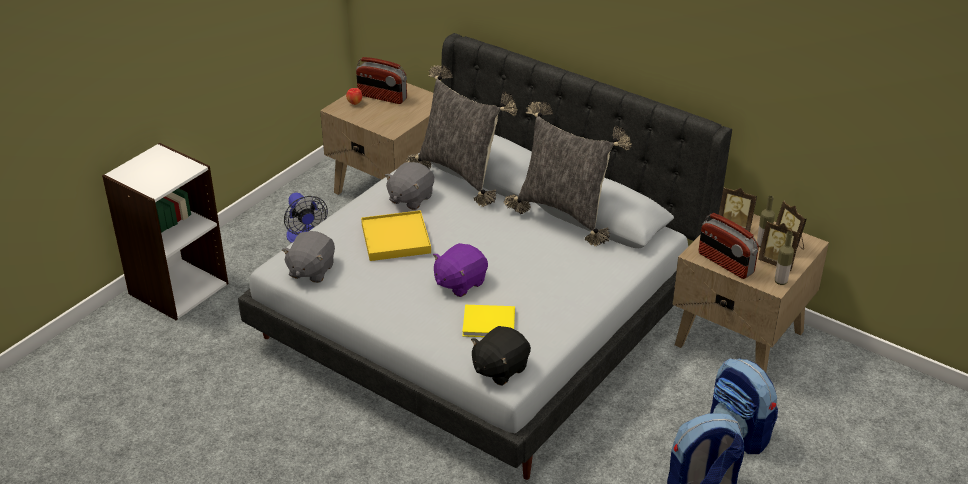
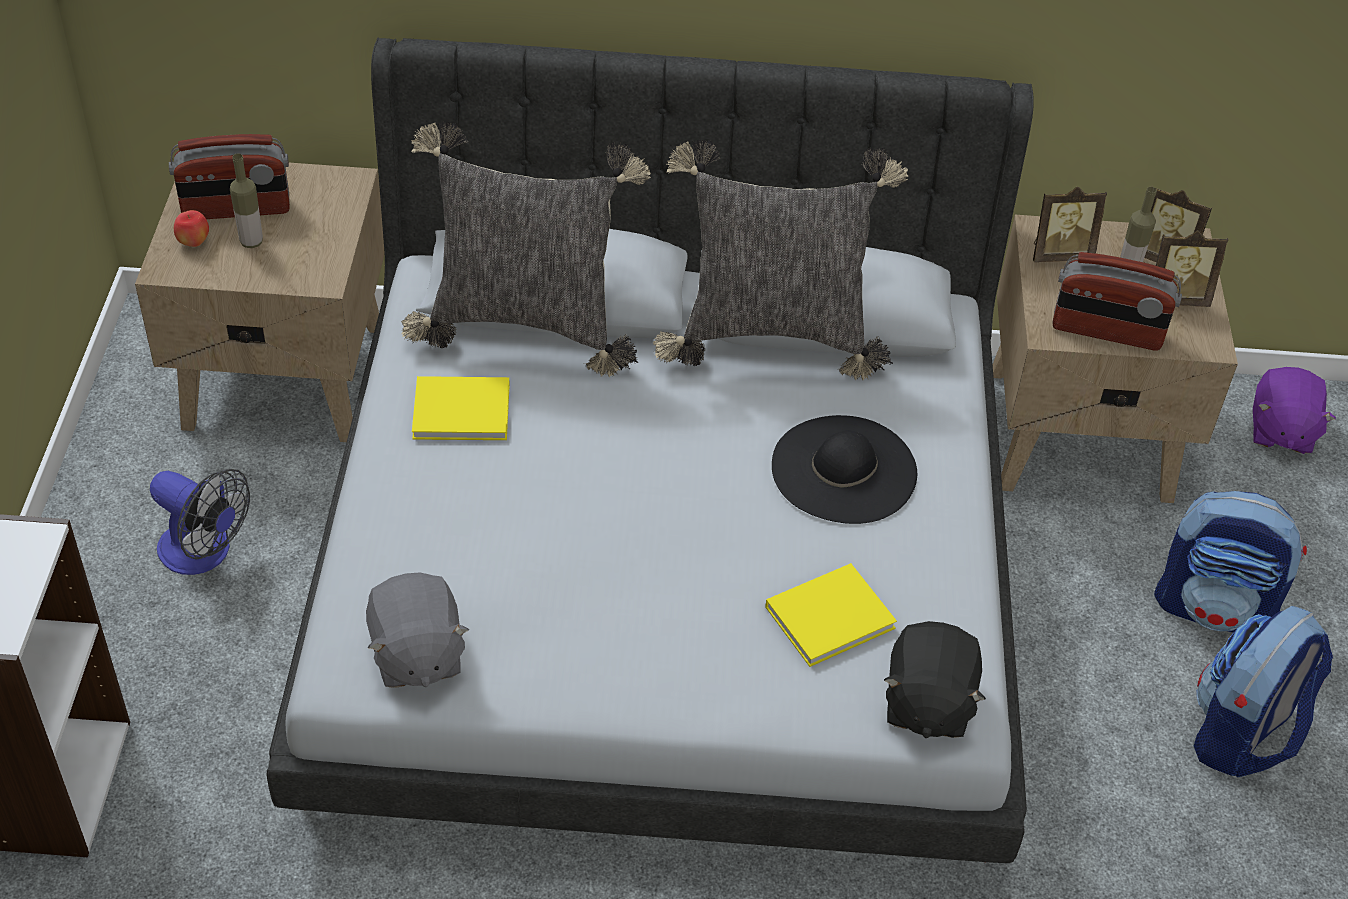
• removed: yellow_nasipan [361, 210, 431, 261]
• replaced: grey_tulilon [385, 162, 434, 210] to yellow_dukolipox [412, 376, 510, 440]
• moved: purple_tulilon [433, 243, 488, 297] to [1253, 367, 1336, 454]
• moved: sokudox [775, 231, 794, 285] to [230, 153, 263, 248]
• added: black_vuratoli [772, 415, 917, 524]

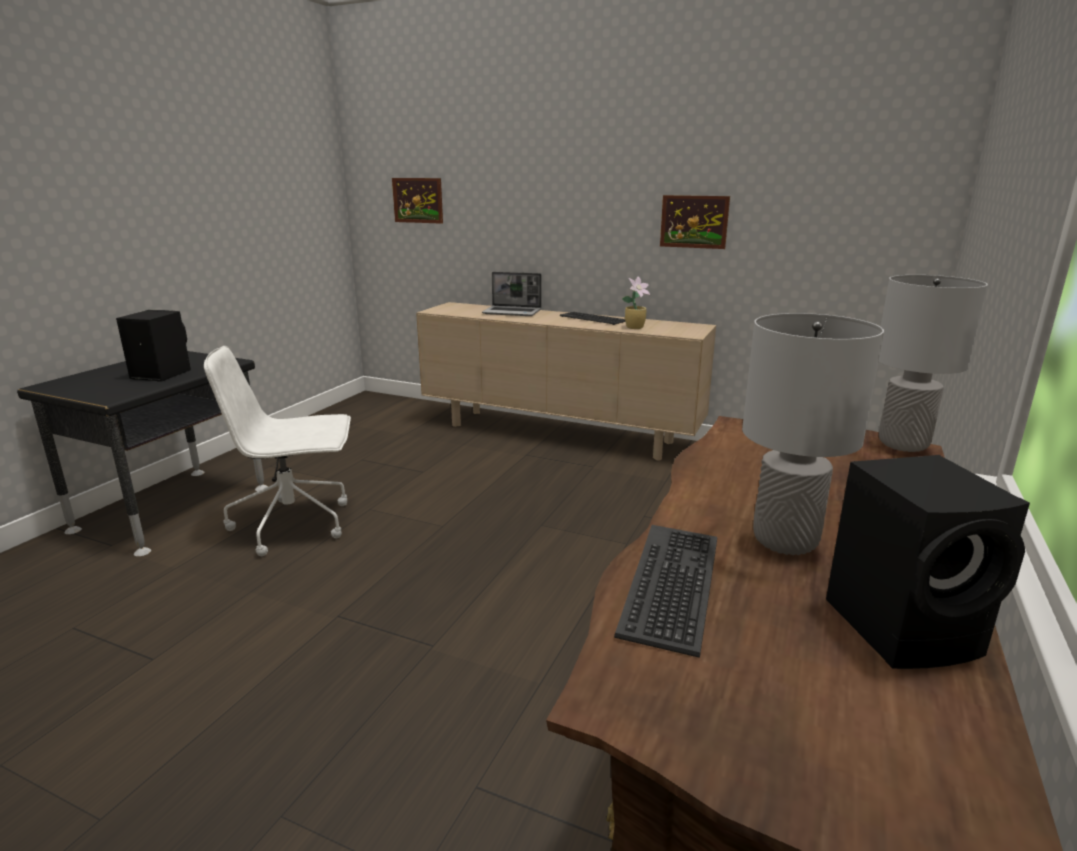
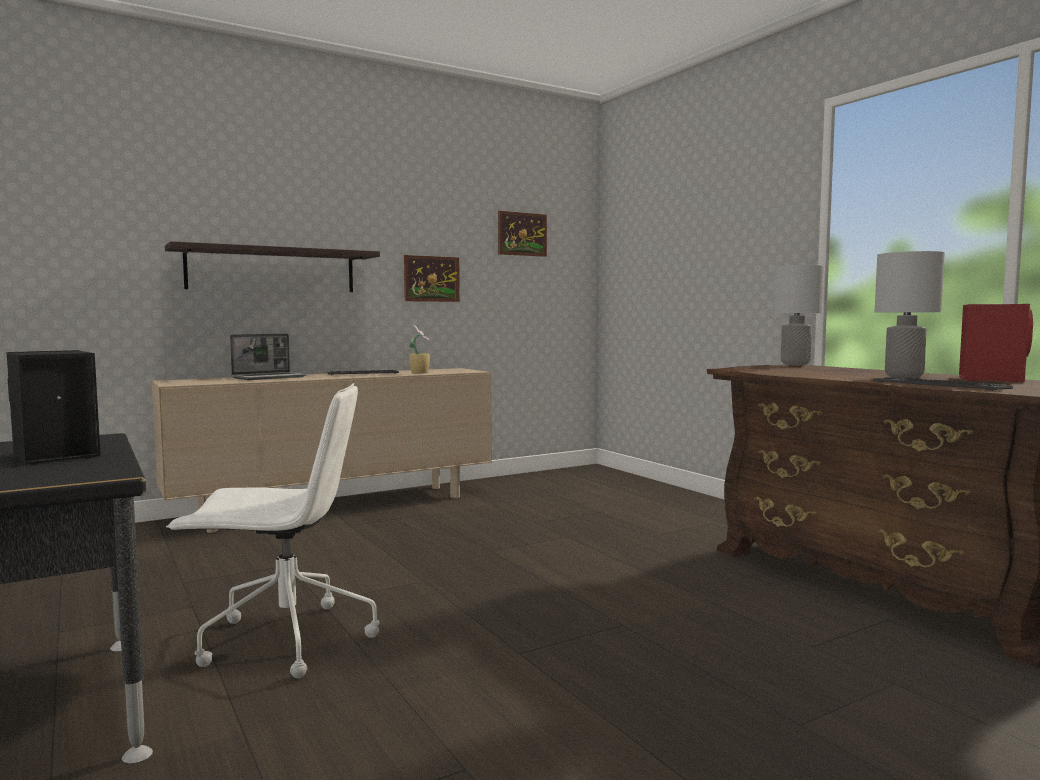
• turned: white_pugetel [204, 346, 351, 556] = [166, 383, 380, 678] 120 degrees counterclockwise
• moved: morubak [392, 178, 443, 224] to [498, 211, 547, 257]
• recoloured: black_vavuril [826, 455, 1030, 669] to red_vavuril [959, 304, 1033, 382]
• added: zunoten [165, 241, 380, 292]

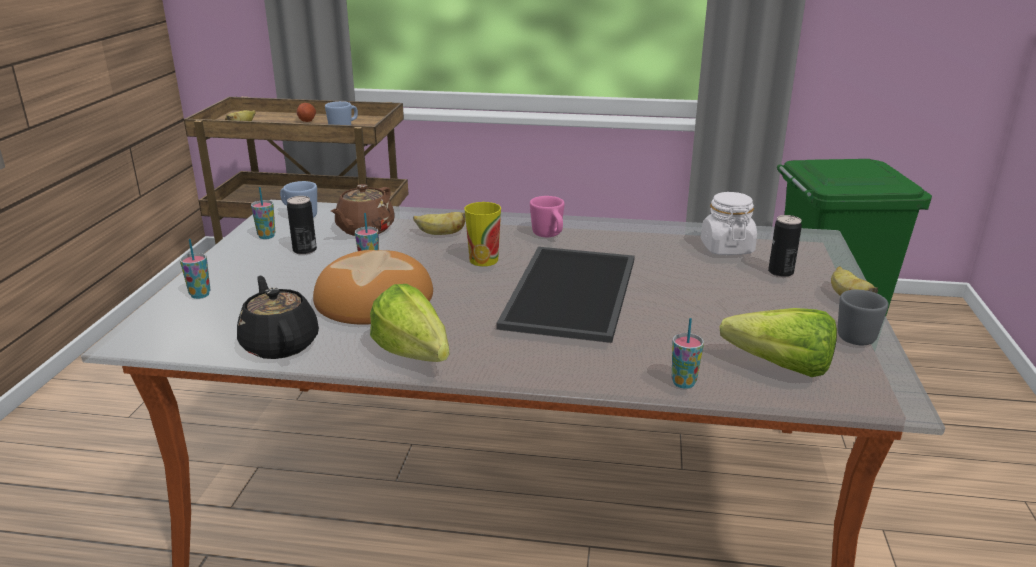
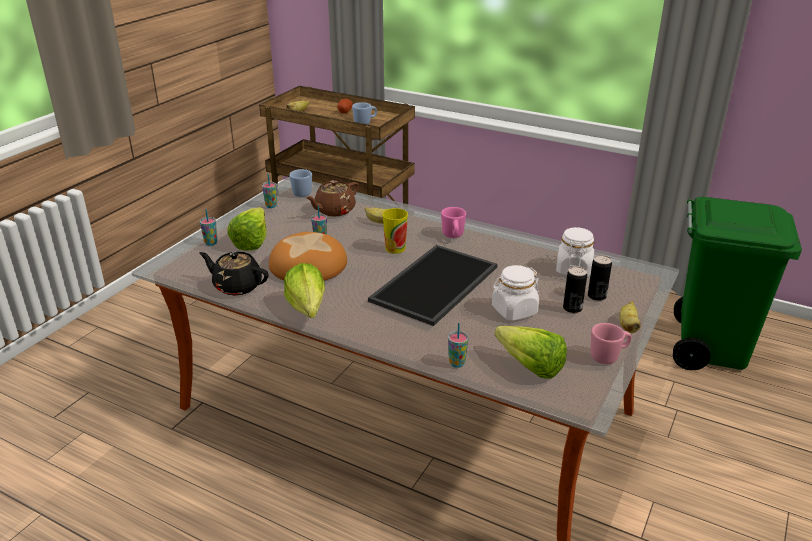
• turned: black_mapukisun [237, 275, 319, 359] = [199, 252, 269, 295] 60 degrees counterclockwise
• moved: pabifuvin [287, 196, 317, 255] to [563, 266, 587, 313]
• recoloured: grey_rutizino [837, 290, 889, 345] to pink_rutizino [591, 323, 632, 364]
• added: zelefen [227, 207, 267, 251]
• added: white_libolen [492, 265, 539, 321]

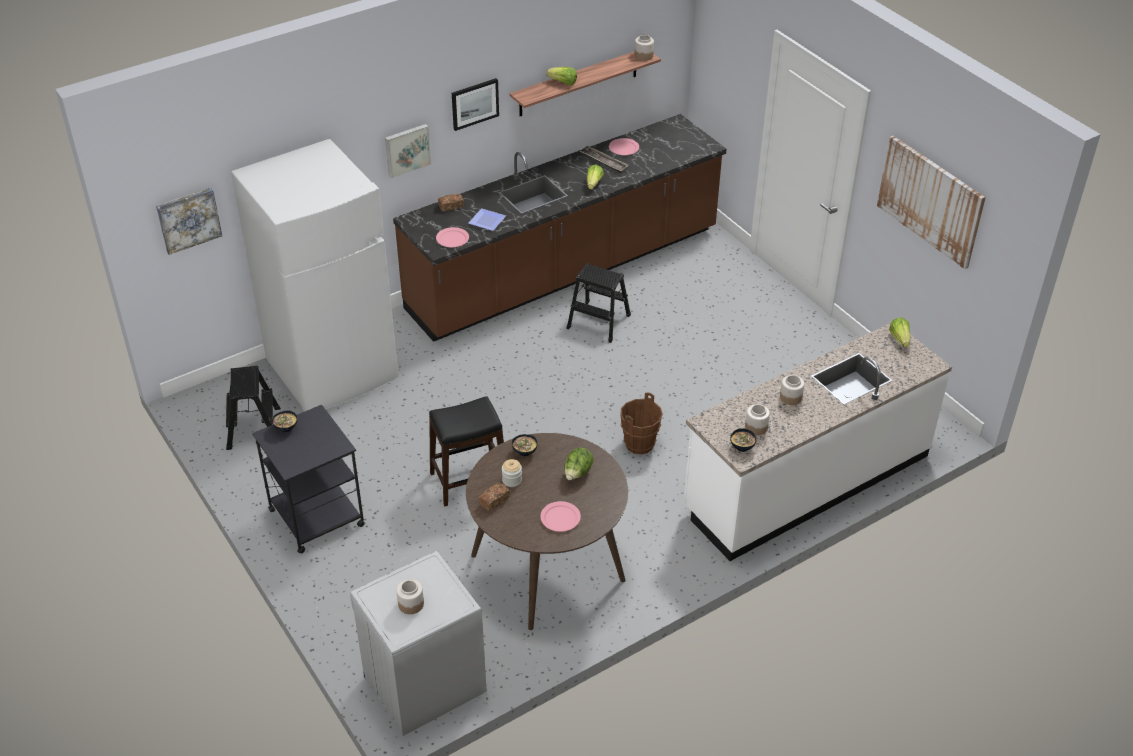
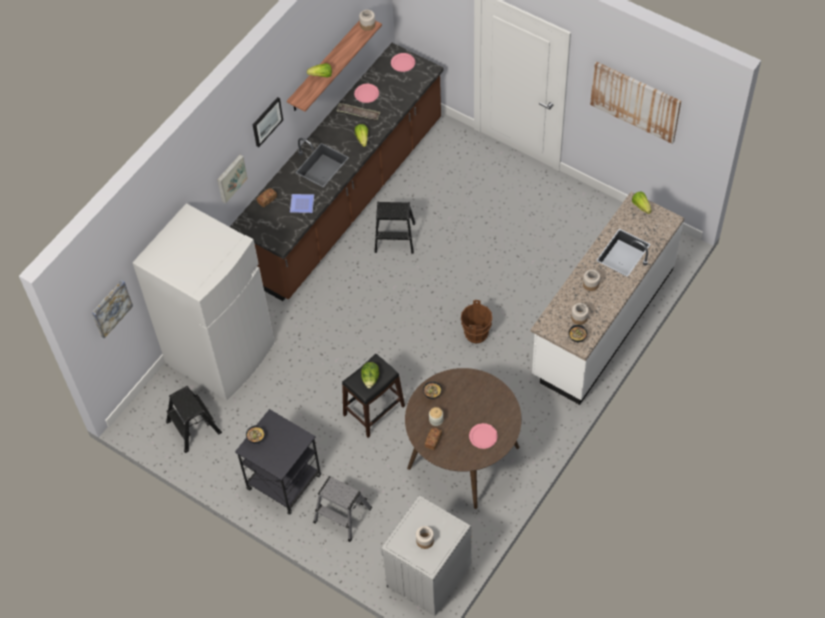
• moved: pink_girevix [436, 227, 469, 247] to [391, 53, 415, 72]
• moved: zelefen [564, 448, 594, 480] to [361, 362, 379, 389]
• added: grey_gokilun [313, 476, 372, 542]

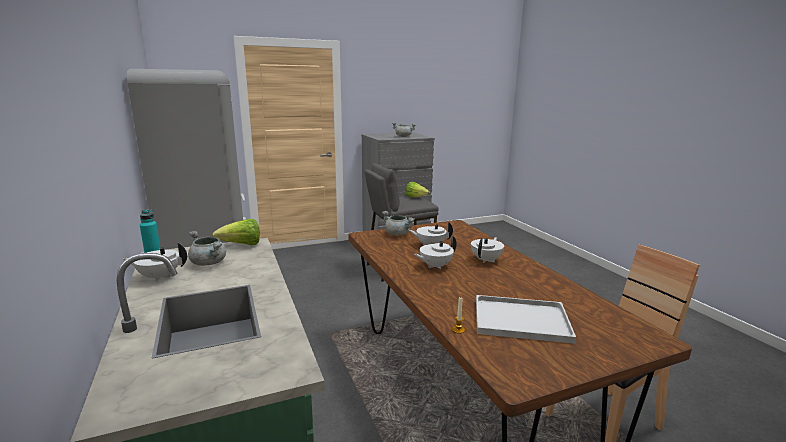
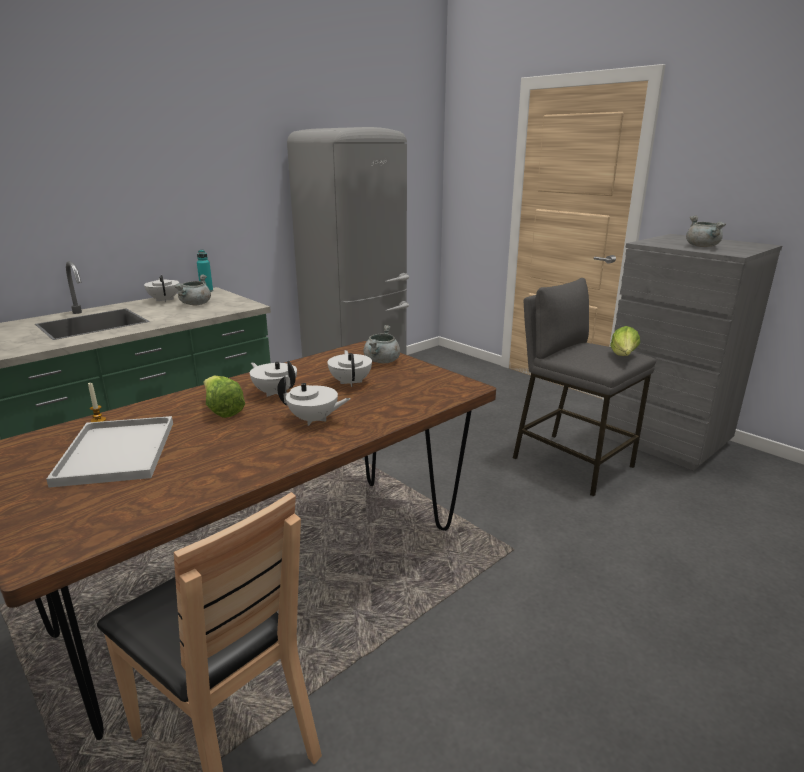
• moved: zelefen [212, 219, 260, 245] to [203, 376, 245, 418]

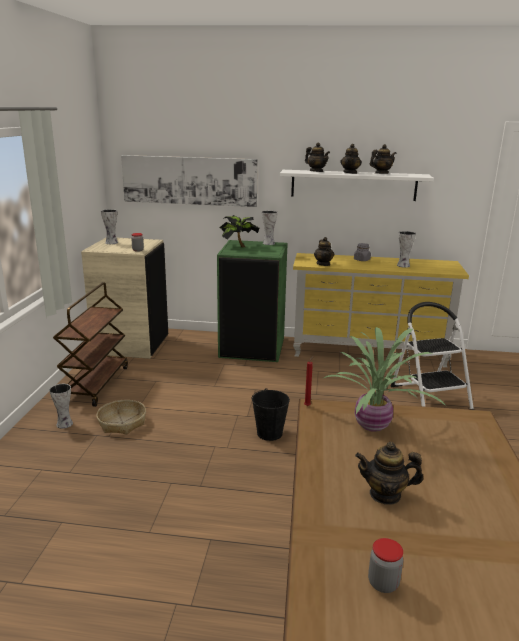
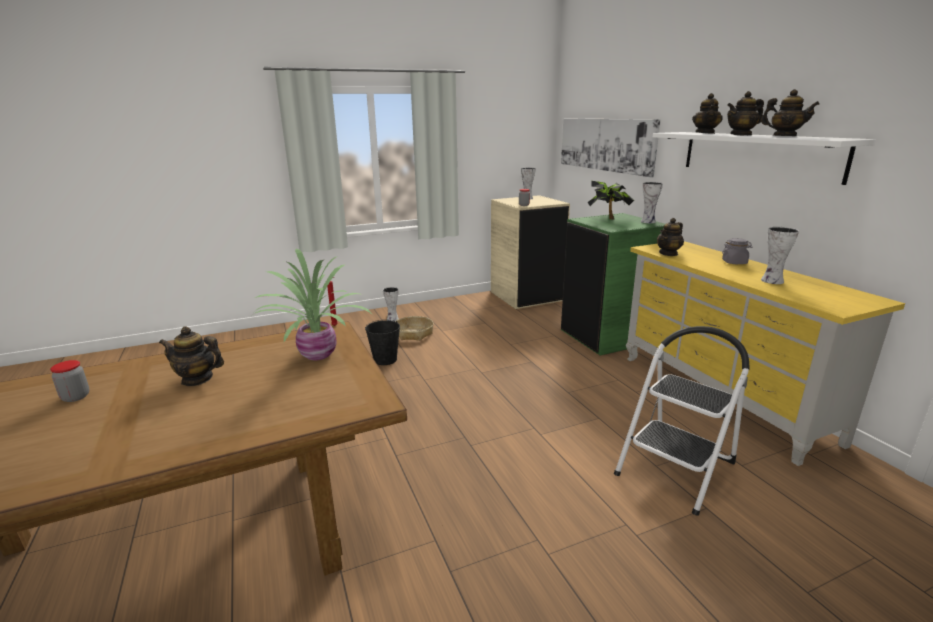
• removed: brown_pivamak [53, 282, 128, 407]
• moved: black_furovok [252, 388, 290, 441] to [365, 320, 400, 365]
• turned: mapukisun [355, 442, 423, 505] = [159, 326, 224, 386] 60 degrees counterclockwise

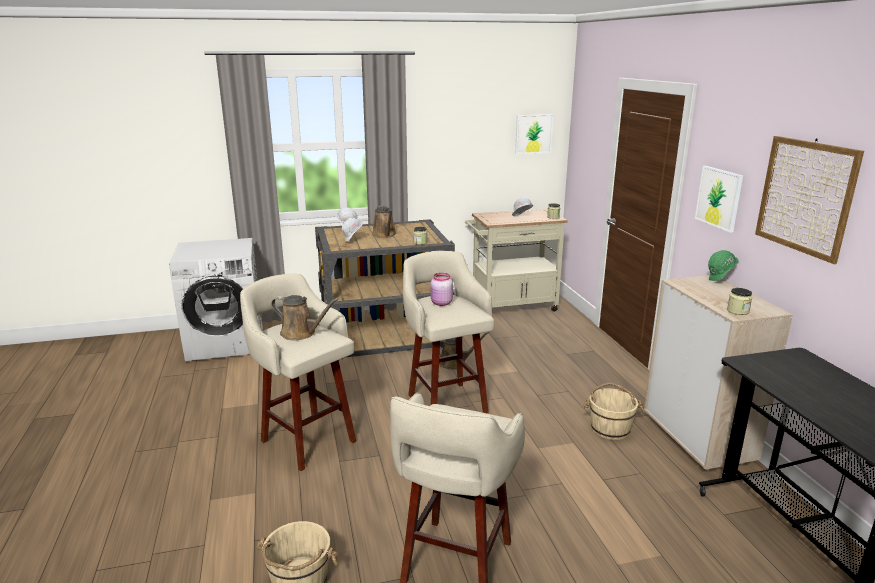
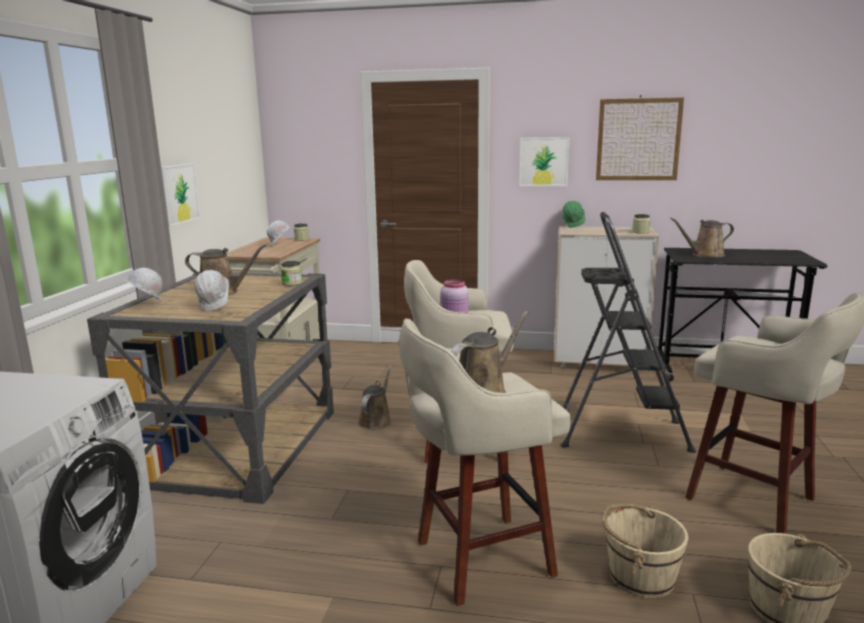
• moved: morubak [515, 114, 554, 154] to [161, 163, 200, 227]
• moved: beige_furovok [582, 383, 644, 440] to [602, 504, 689, 598]
• added: gokilun [560, 212, 696, 453]
• added: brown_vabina [670, 218, 734, 258]

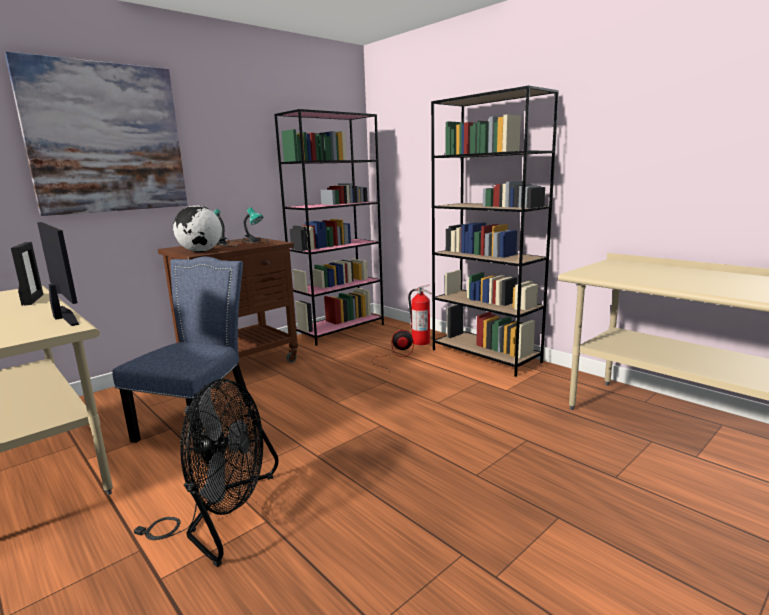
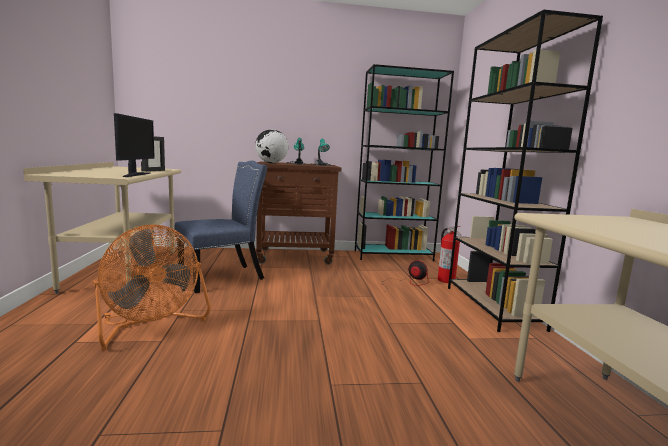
• removed: morubak [5, 51, 188, 216]
• recoloured: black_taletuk [134, 379, 278, 567] to orange_taletuk [93, 225, 211, 351]
• recoloured: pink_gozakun [274, 109, 384, 346] to turquoise_gozakun [355, 64, 454, 261]

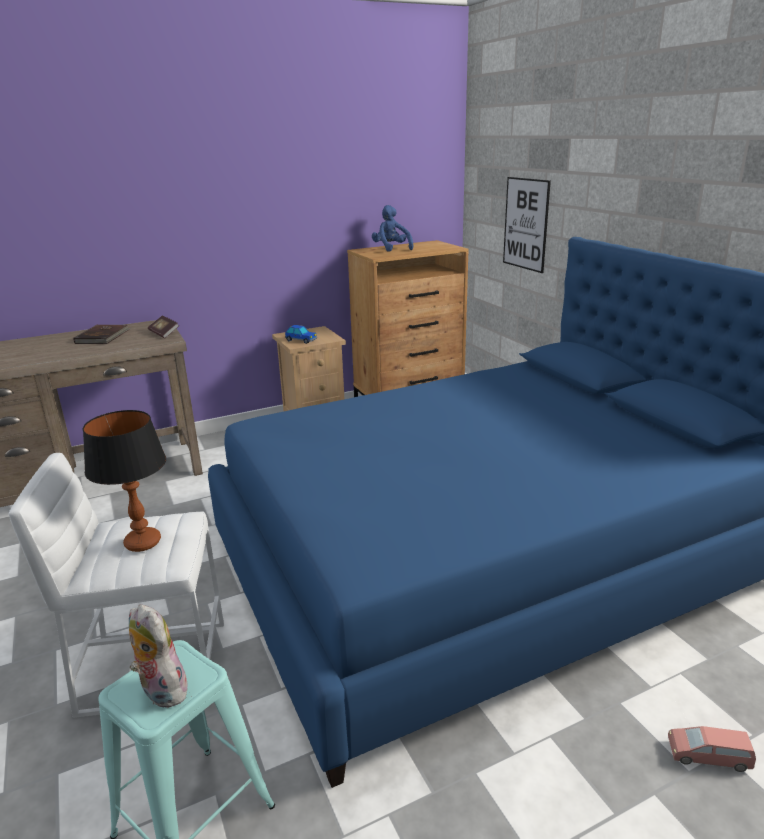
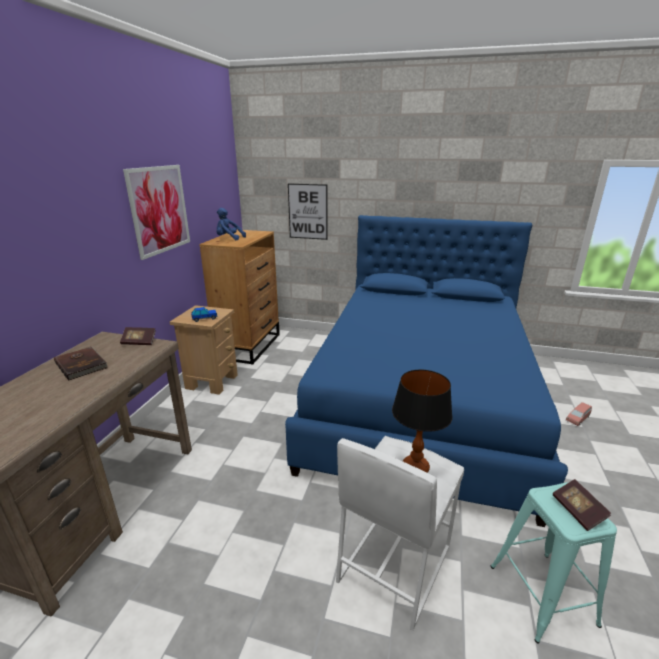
• replaced: tulilon [129, 605, 188, 708] to dukolipox [553, 479, 611, 531]
• added: morubak [123, 165, 190, 260]

